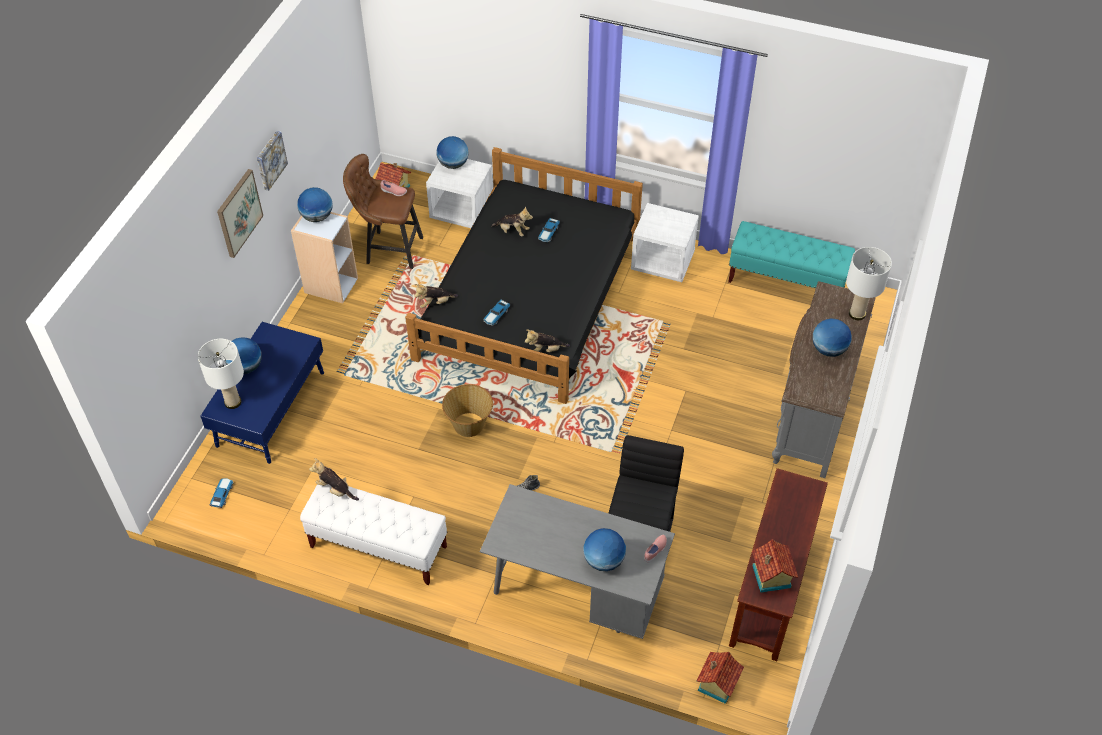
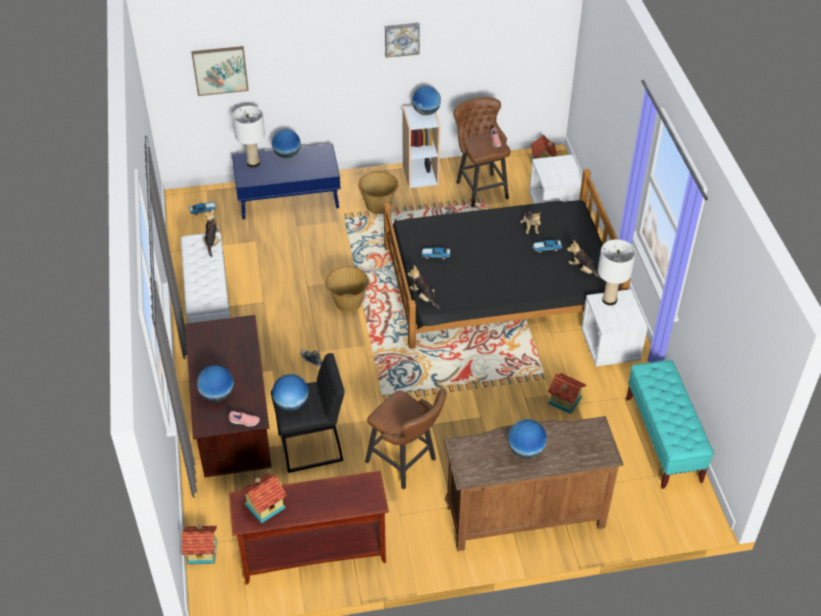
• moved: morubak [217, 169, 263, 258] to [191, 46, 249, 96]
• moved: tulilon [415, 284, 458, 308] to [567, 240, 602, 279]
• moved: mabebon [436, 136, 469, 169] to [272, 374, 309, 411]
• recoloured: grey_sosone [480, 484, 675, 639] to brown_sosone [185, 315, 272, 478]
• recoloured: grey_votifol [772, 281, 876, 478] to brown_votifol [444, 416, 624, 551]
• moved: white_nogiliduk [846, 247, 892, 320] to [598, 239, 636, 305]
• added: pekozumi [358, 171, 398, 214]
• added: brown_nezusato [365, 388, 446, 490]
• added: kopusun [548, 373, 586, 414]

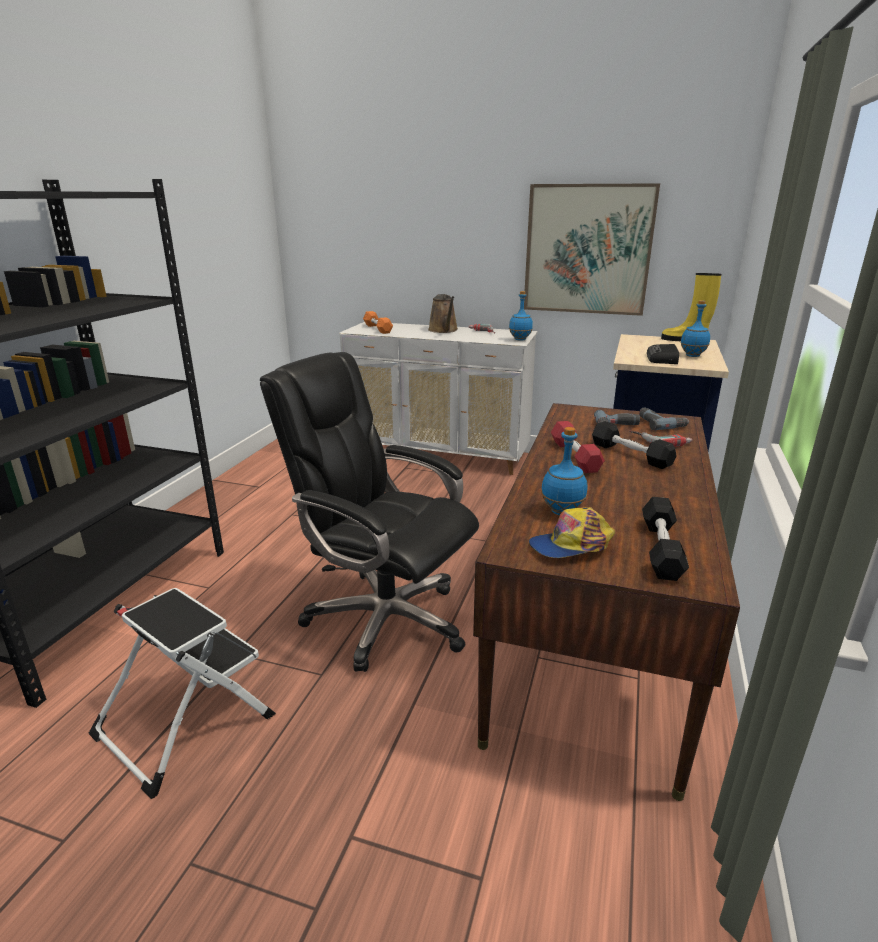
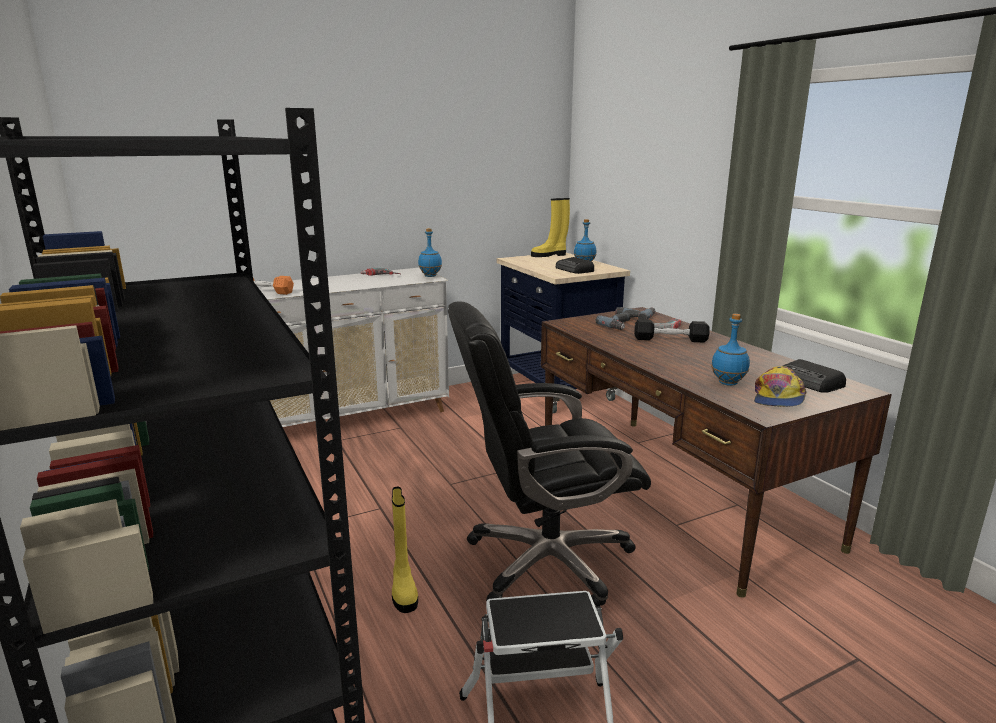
• removed: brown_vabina [428, 294, 458, 333]
• removed: morubak [524, 183, 660, 316]
• removed: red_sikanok [551, 421, 605, 473]
• replaced: black_sikanok [642, 497, 689, 581] to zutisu [783, 359, 846, 393]
• added: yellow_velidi [392, 487, 418, 613]

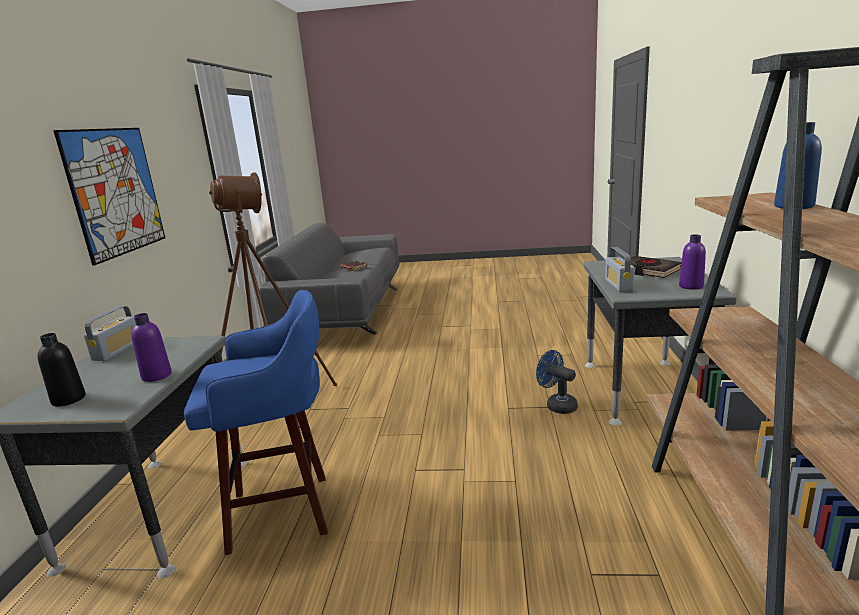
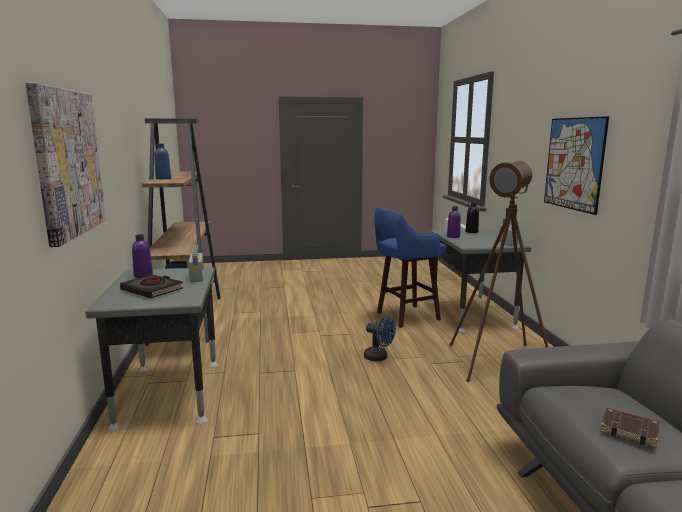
• moved: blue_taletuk [536, 350, 578, 414] to [364, 316, 396, 362]
• added: morubak [26, 83, 106, 247]

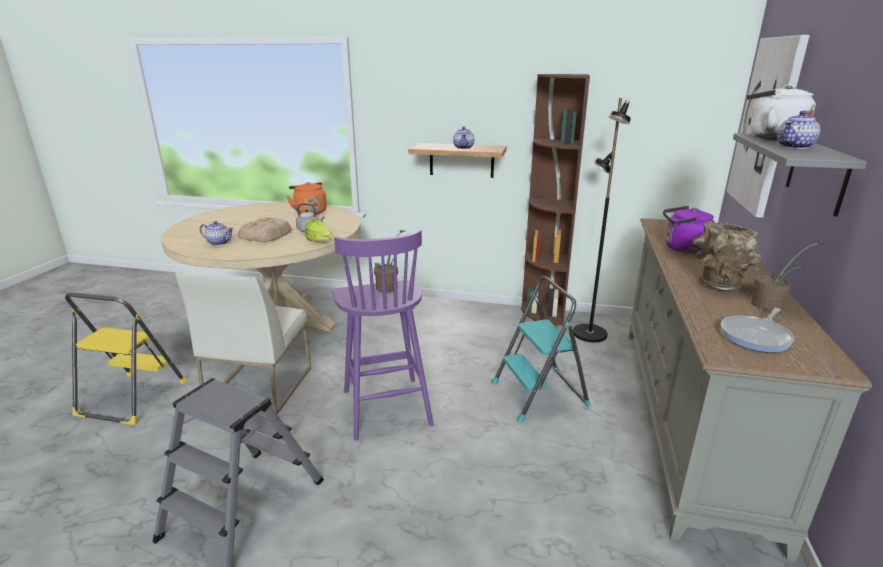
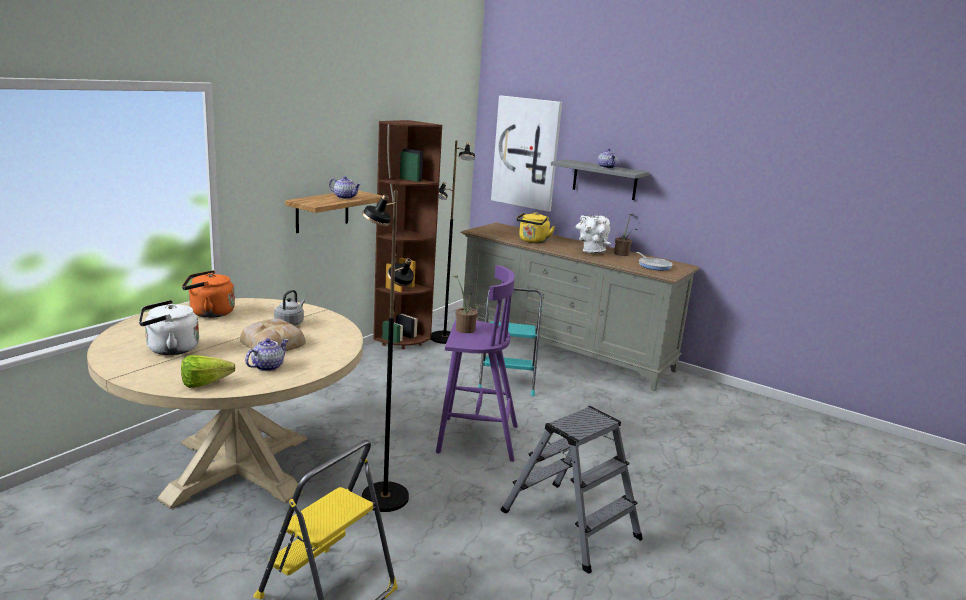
• replaced: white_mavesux [175, 272, 311, 414] to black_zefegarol [362, 190, 414, 512]
• moved: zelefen [305, 219, 333, 242] to [181, 355, 236, 388]
• recoloured: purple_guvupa [663, 206, 715, 254] to yellow_guvupa [516, 212, 555, 243]
• recoloured: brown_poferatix [692, 221, 762, 290] to white_poferatix [575, 215, 611, 253]
• moved: white_guvupa [747, 85, 816, 140] to [139, 300, 199, 355]

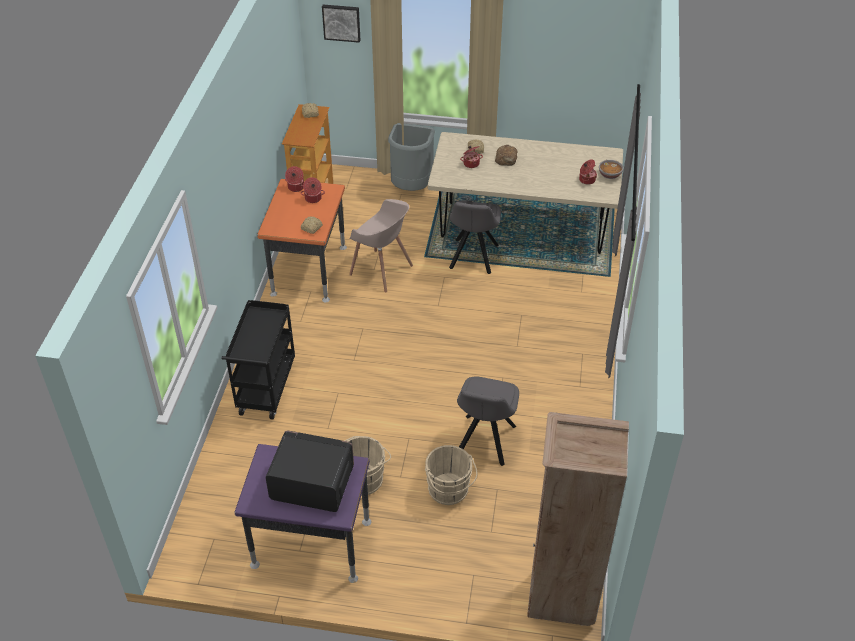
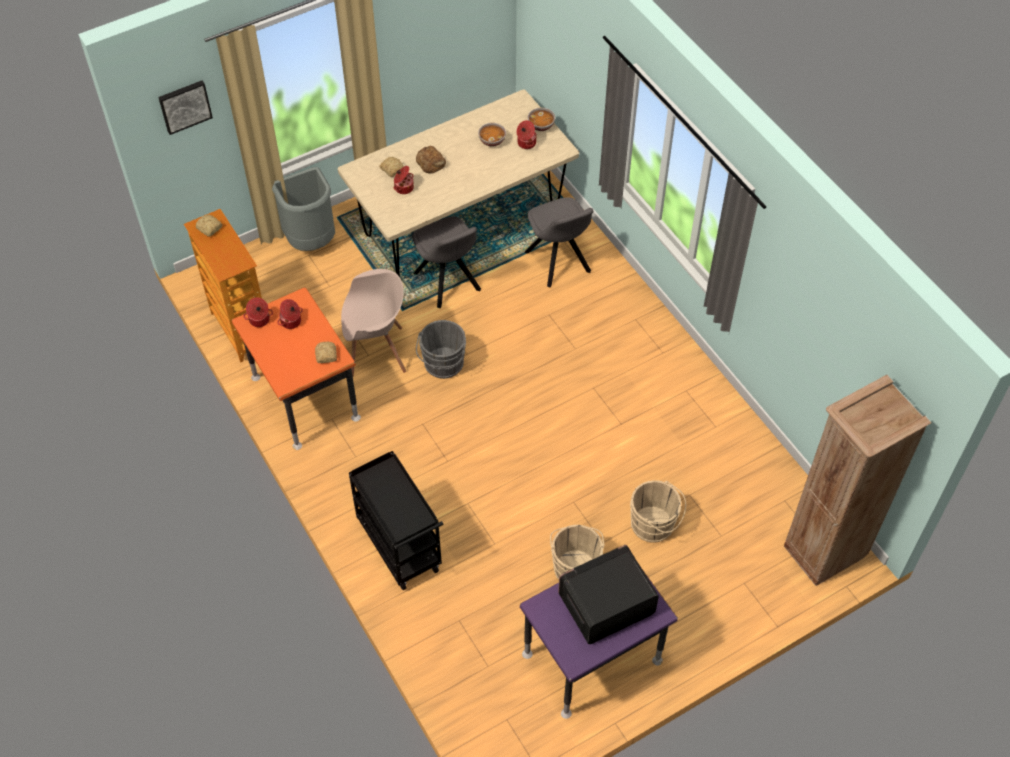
• moved: grey_mavesux [457, 376, 519, 466] to [525, 197, 593, 288]
• added: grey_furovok [416, 320, 466, 379]
• added: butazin [478, 123, 506, 147]

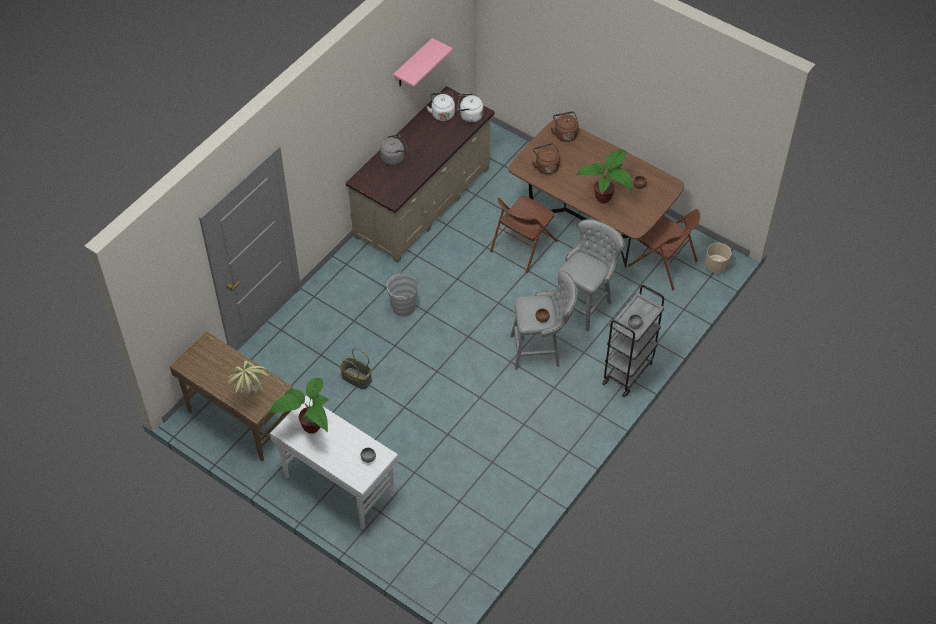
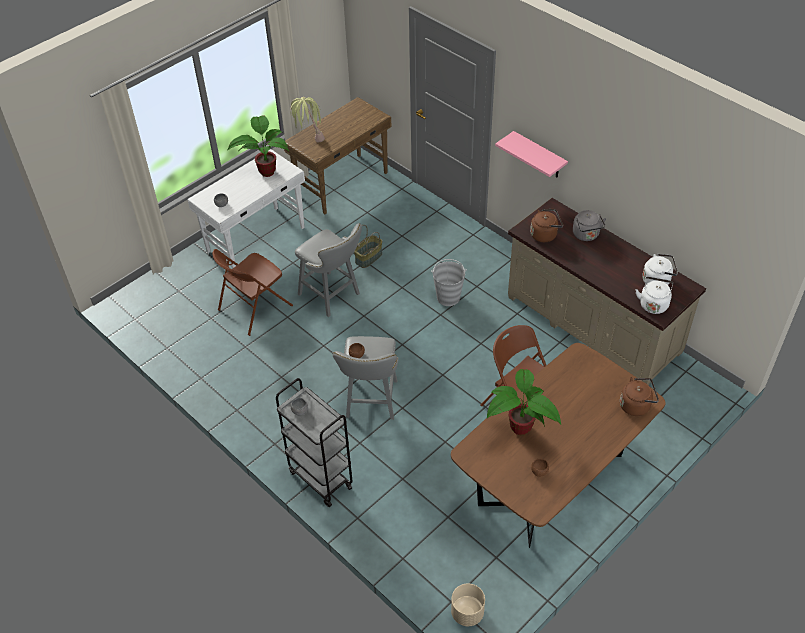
• moved: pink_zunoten [393, 38, 453, 87] to [495, 131, 568, 177]
• moved: brown_guvupa [532, 143, 560, 174] to [530, 209, 563, 242]
• moved: grey_nezusato [558, 219, 625, 332] to [295, 223, 362, 317]
• moved: brown_mavesux [628, 209, 700, 291] to [212, 249, 293, 336]

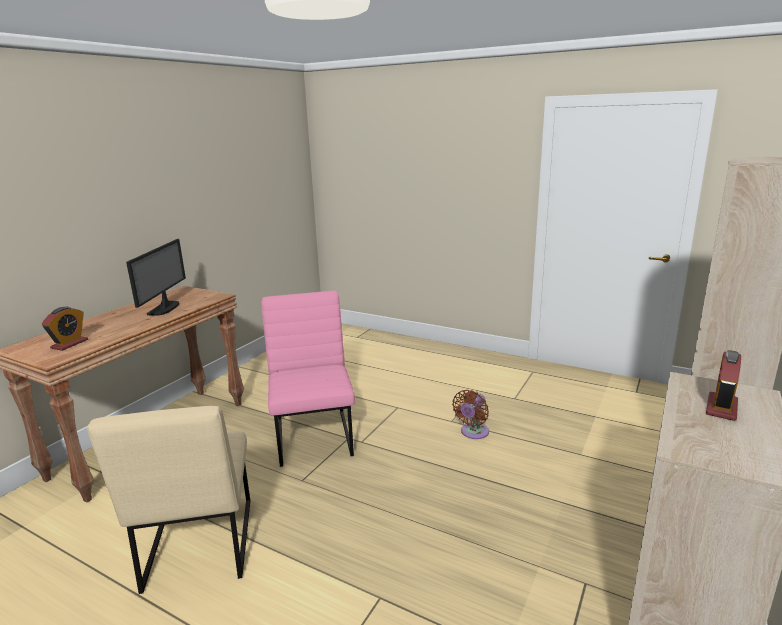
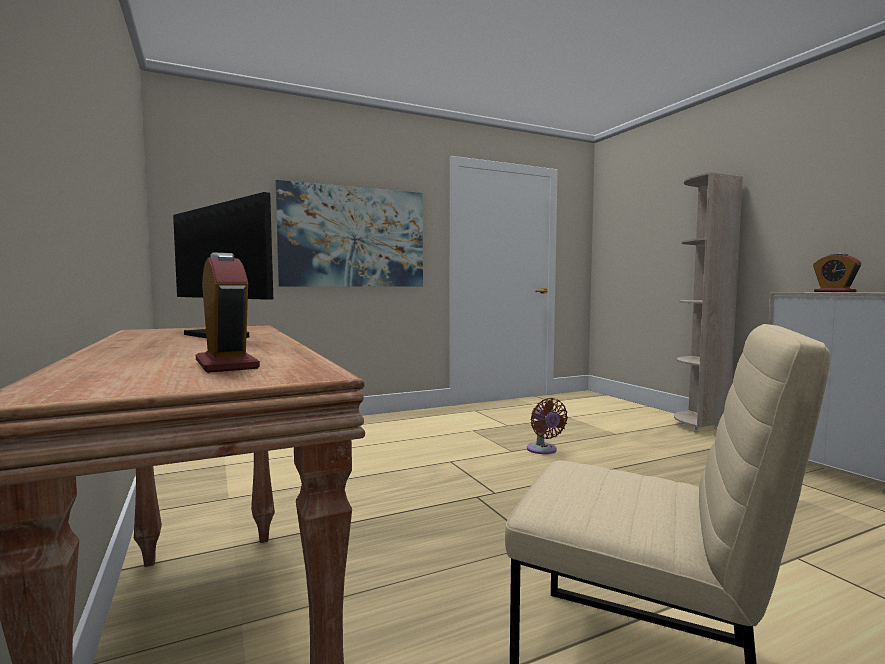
• removed: pink_mavesux [261, 291, 355, 467]
• added: morubak [276, 180, 423, 287]

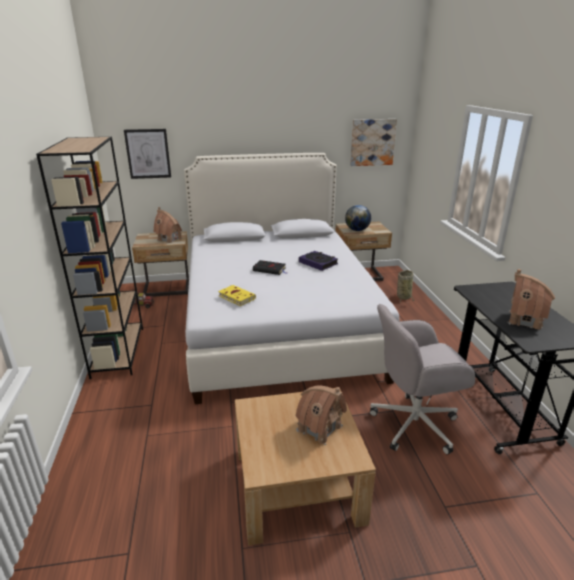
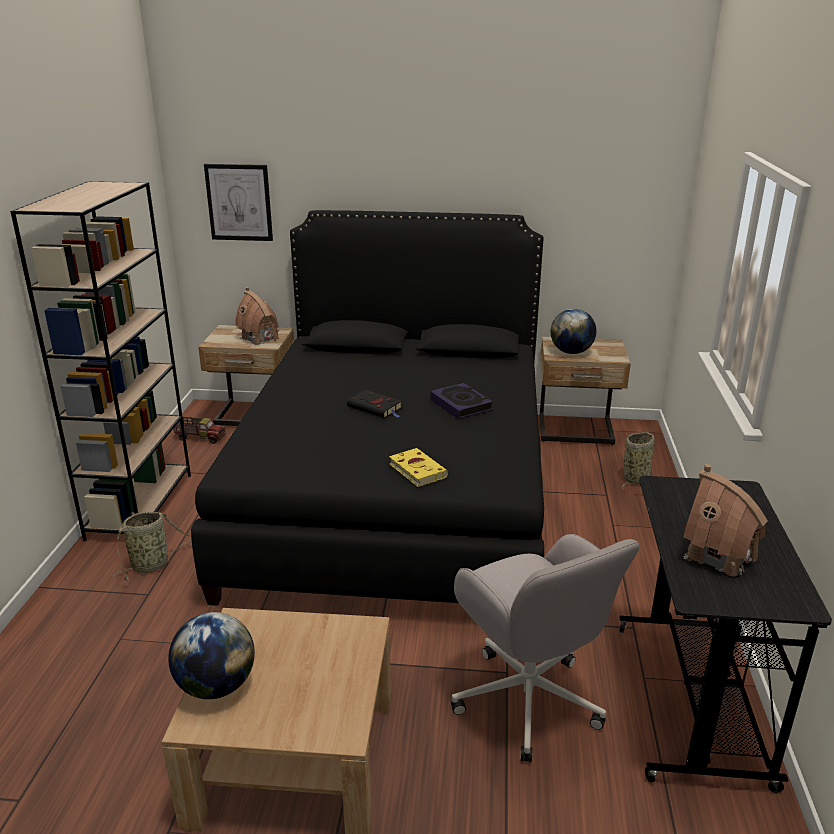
• recoloured: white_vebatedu [184, 153, 399, 404] to black_vebatedu [191, 210, 544, 606]
• moved: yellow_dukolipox [218, 285, 256, 306] to [389, 448, 448, 487]
• removed: kopusun [296, 386, 347, 445]
• removed: morubak [350, 119, 397, 166]
• turned: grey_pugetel [370, 304, 475, 455] = [451, 534, 639, 762] 120 degrees counterclockwise
• added: pekozumi [113, 512, 192, 581]
• added: mabebon [168, 612, 255, 699]

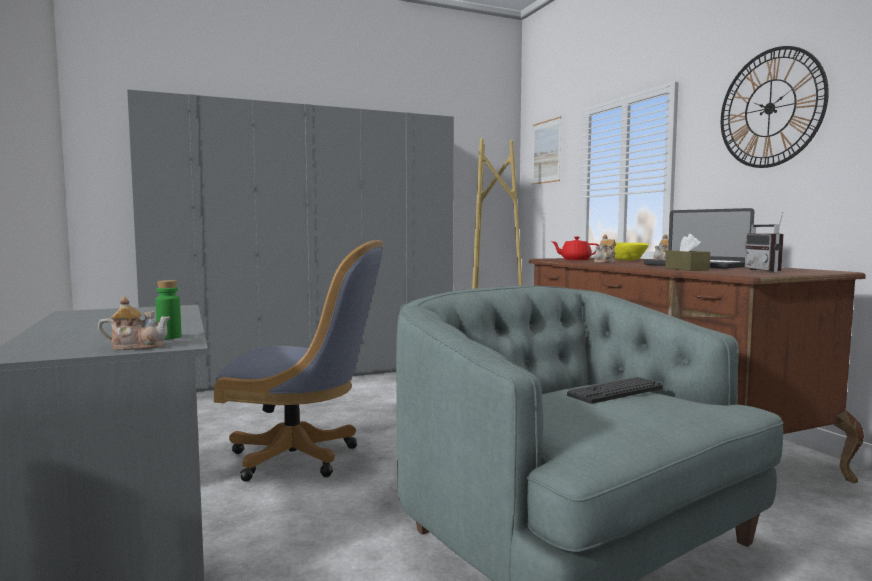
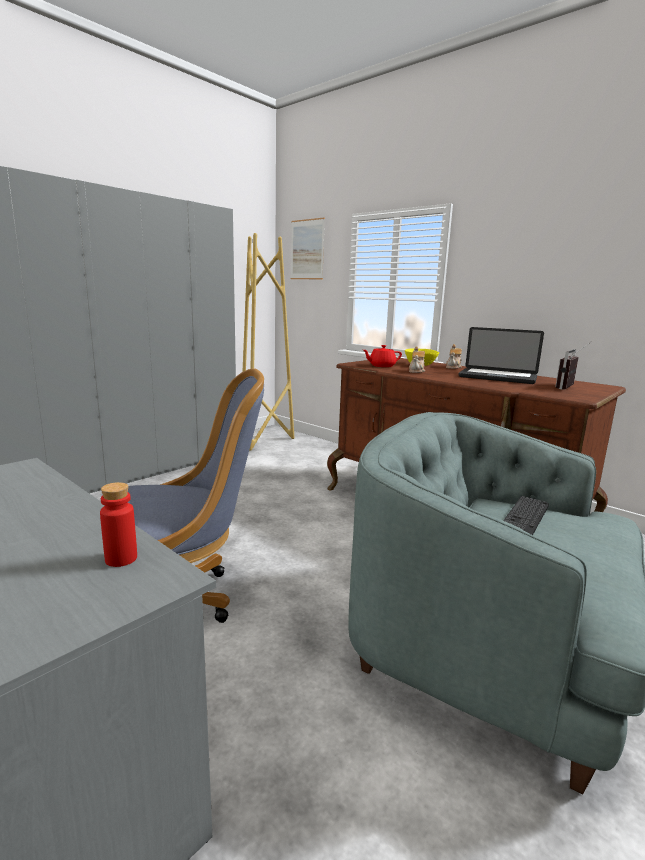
• removed: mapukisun [98, 297, 170, 350]
• recoloured: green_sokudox [156, 280, 181, 339] to red_sokudox [100, 482, 137, 567]
• removed: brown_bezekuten [665, 234, 710, 271]
• removed: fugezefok [721, 46, 829, 168]
• turned: zutisu [745, 212, 784, 272] = [555, 342, 591, 390] 60 degrees clockwise

